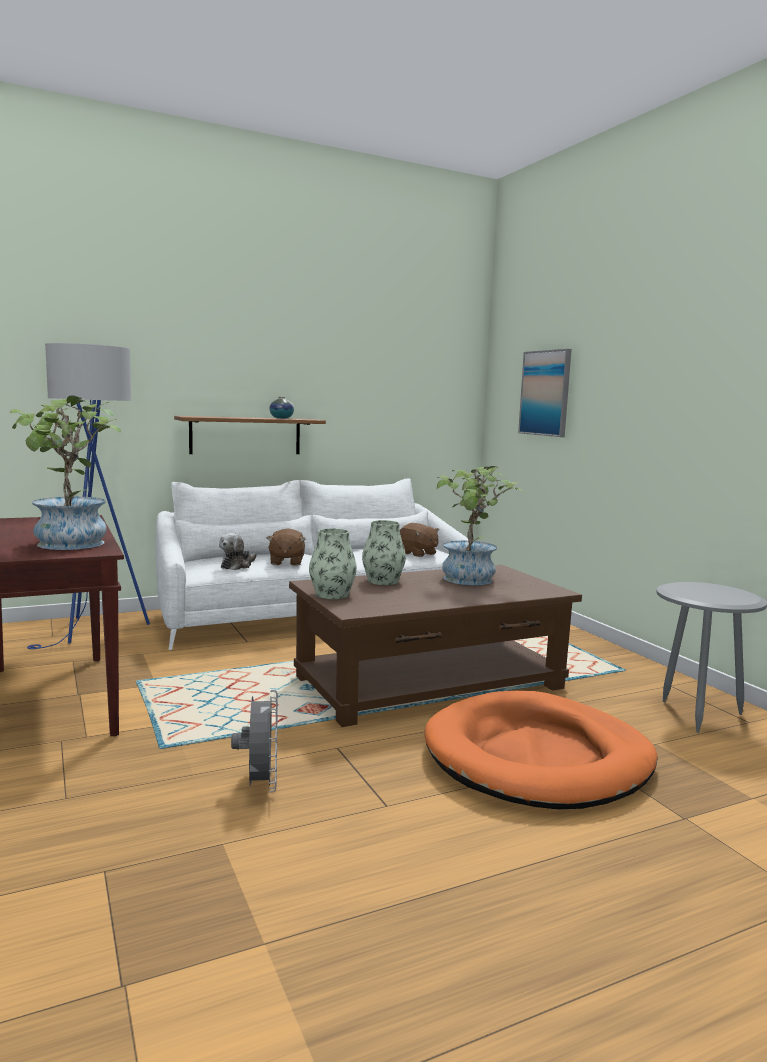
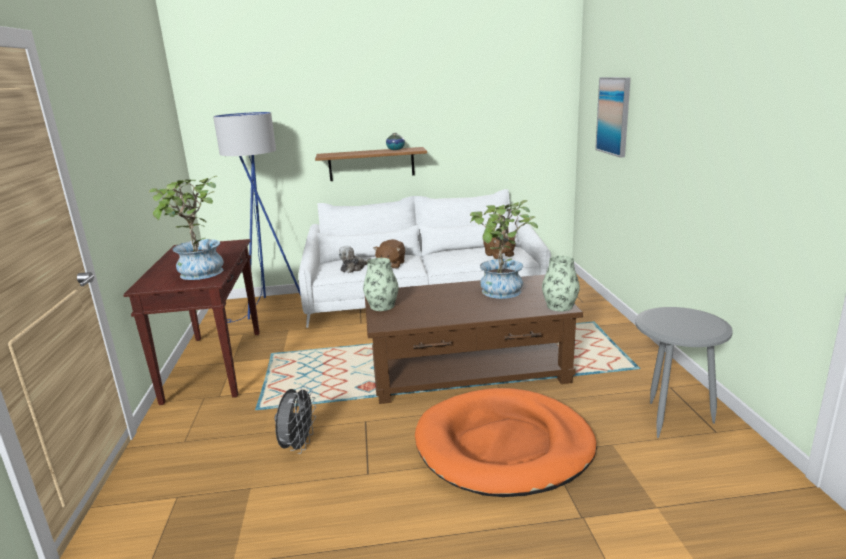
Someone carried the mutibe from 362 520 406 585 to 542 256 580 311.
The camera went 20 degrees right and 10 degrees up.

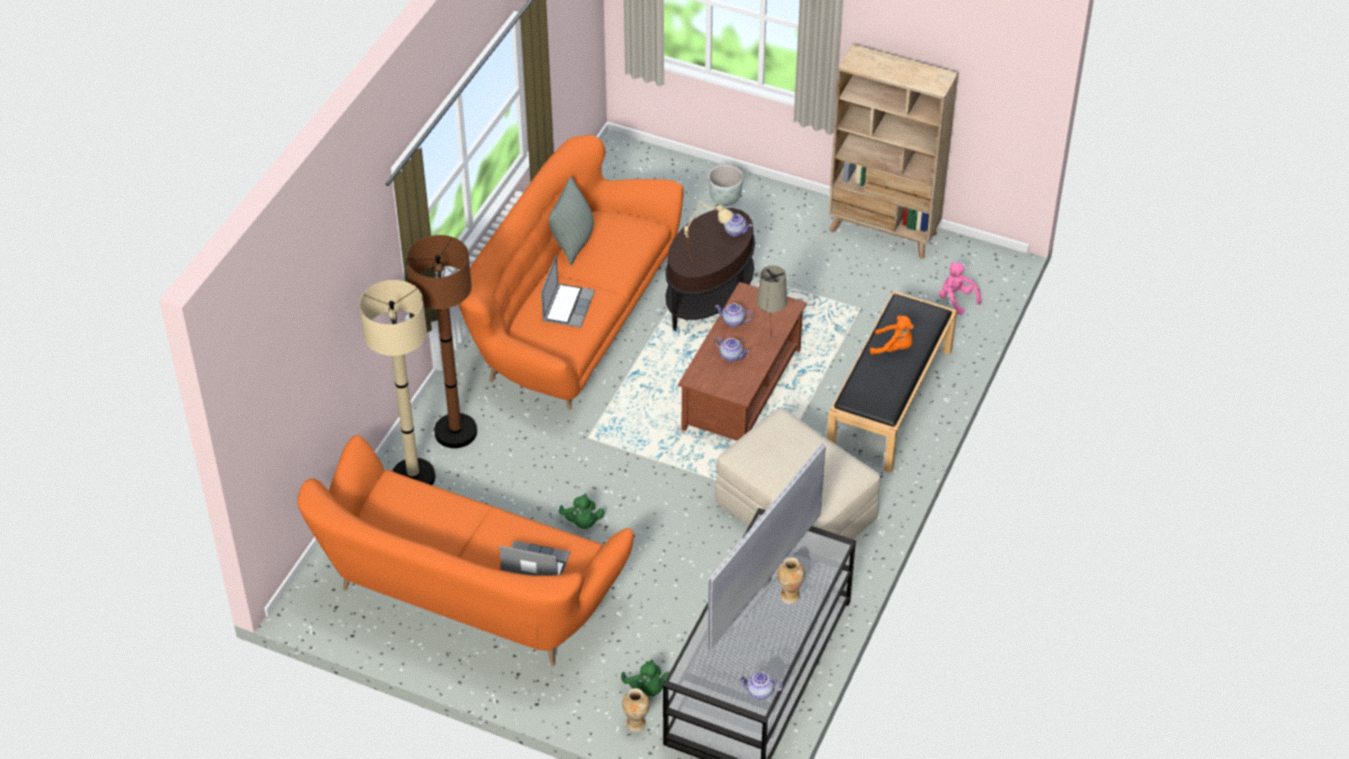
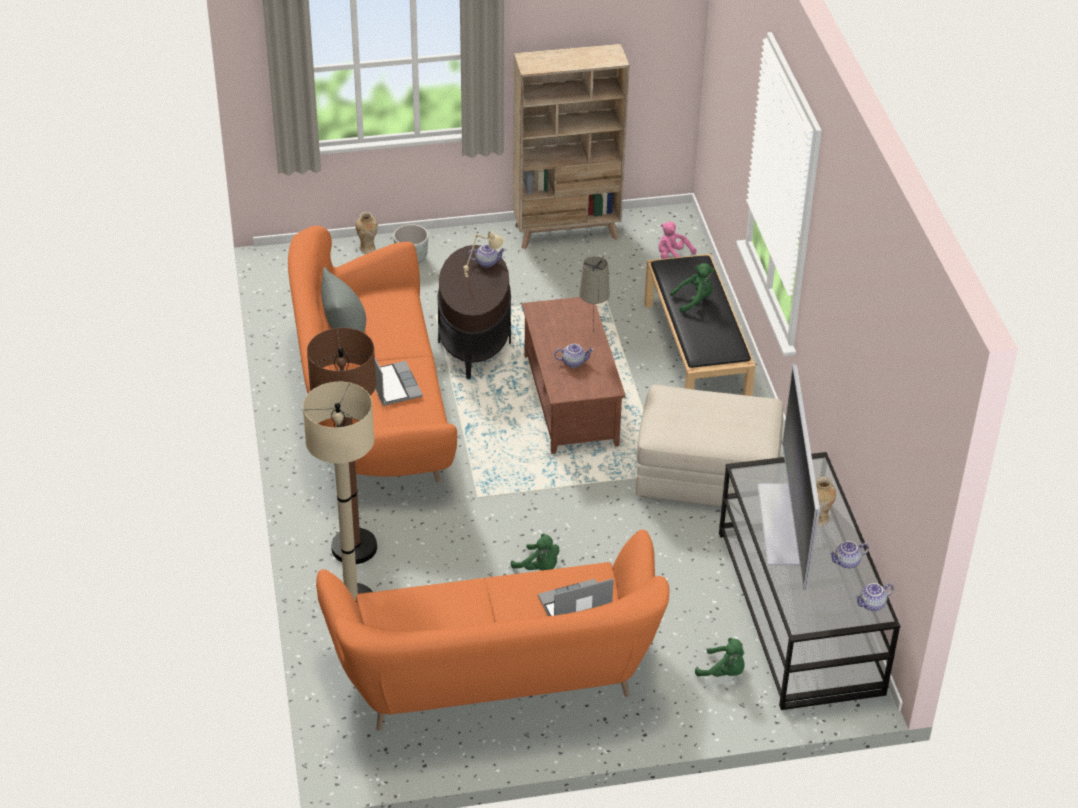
Someone carried the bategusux from 715 303 753 327 to 829 541 869 569.
Someone repainted the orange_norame at 870 316 914 355, which became the green_norame at 670 263 715 313.
Someone carried the mutibe from 622 688 650 732 to 356 212 378 253.
The camera went 35 degrees left and 5 degrees down.

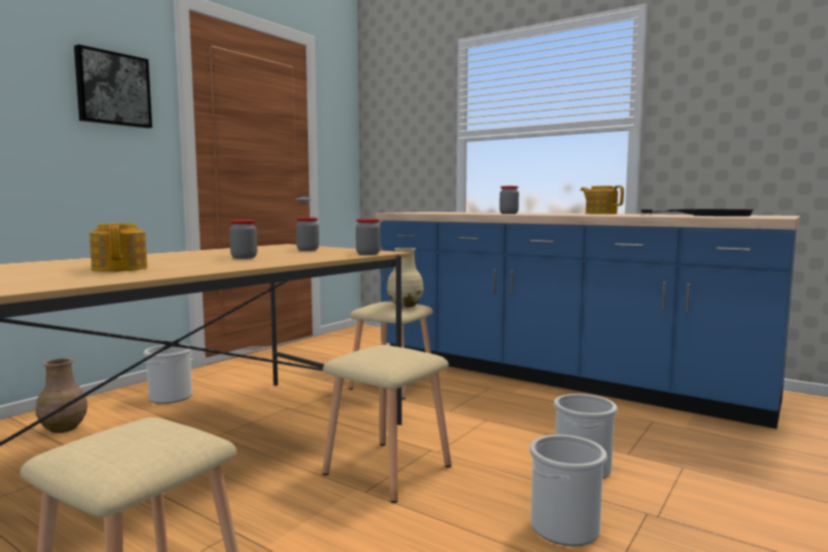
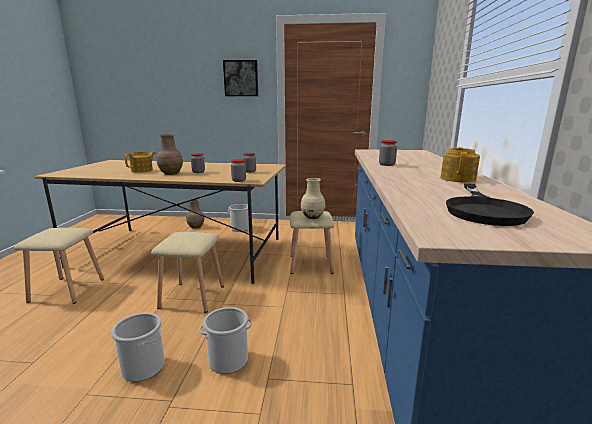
Someone put down the brown_mutibe at 157 134 183 175.
The camera went 60 degrees right and 10 degrees up.

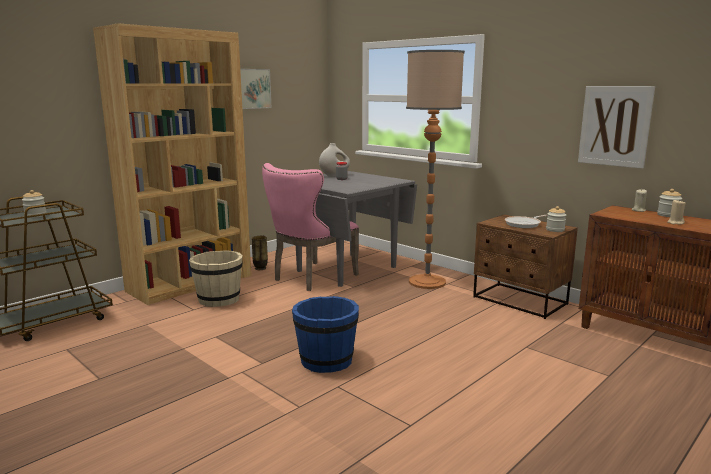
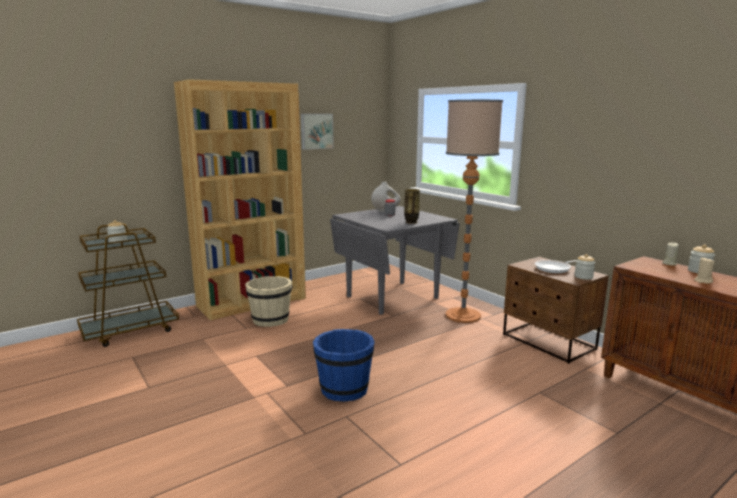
Someone took away the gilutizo at 578 86 655 169.
Someone took away the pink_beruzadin at 262 163 359 291.
Someone carried the mutibe from 252 235 268 270 to 404 189 420 224.
The camera went 10 degrees right and 0 degrees up.

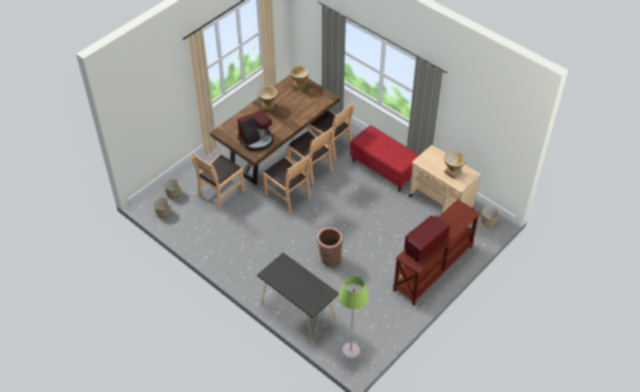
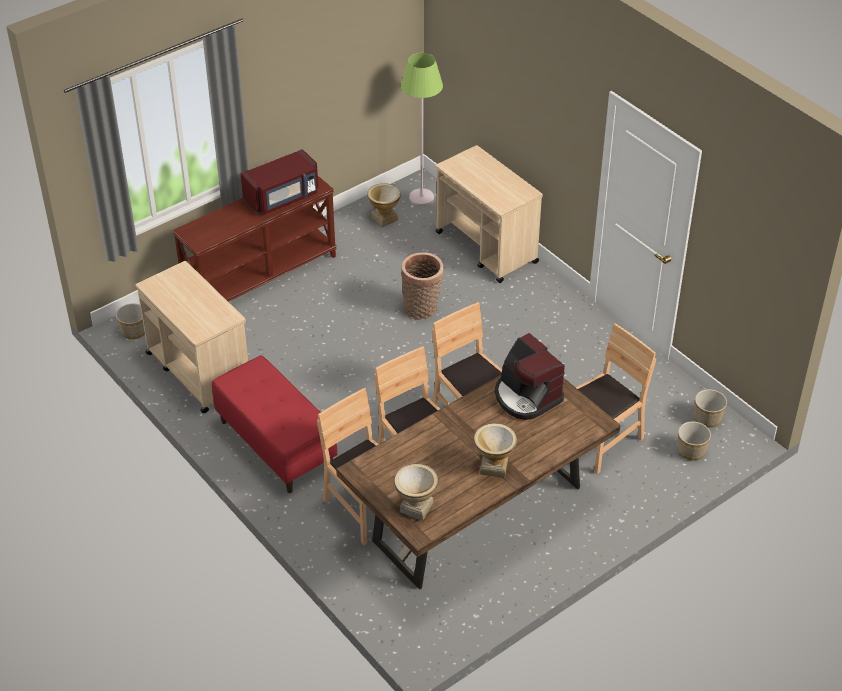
Someone rotated the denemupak at 237 110 274 151 by 105 degrees counterclockwise.
Someone carried the mutibe from 444 151 466 179 to 367 183 401 227.
Someone swapped the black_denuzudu at 257 252 339 343 for the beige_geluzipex at 436 145 543 283.
The camera went 170 degrees left and 5 degrees down.

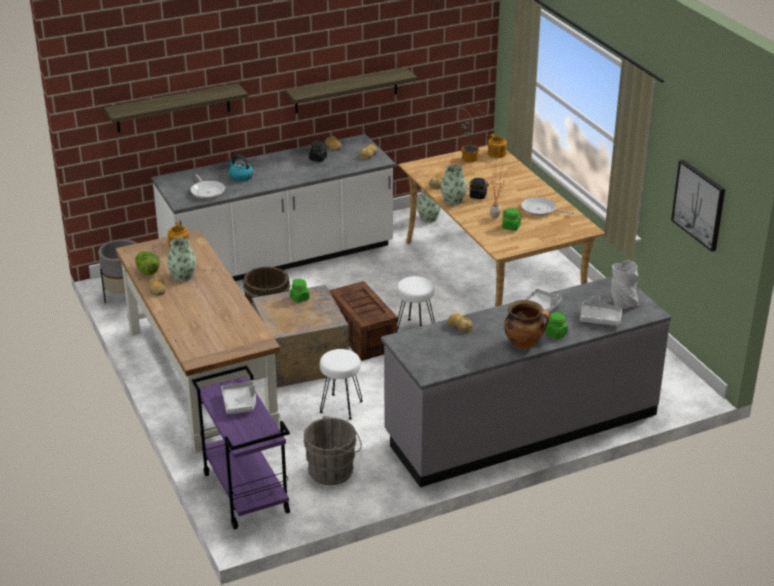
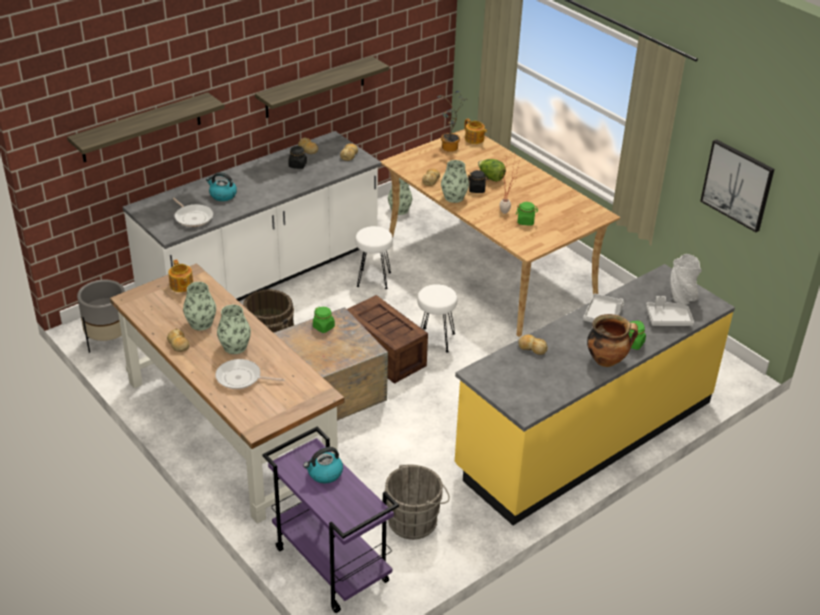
Someone carried the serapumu from 521 197 574 216 to 215 359 285 389.
Someone carried the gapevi from 135 251 160 275 to 478 159 506 182.
Someone repainted the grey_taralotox at 381 276 671 487, which became the yellow_taralotox at 455 264 735 525.
Someone carried the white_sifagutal from 320 349 363 420 to 355 226 393 289.
Someone swapped the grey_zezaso at 221 380 256 414 for the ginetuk at 303 447 343 483.
Someone put down the mutibe at 217 305 251 354.
The camera went 15 degrees left and 5 degrees up.

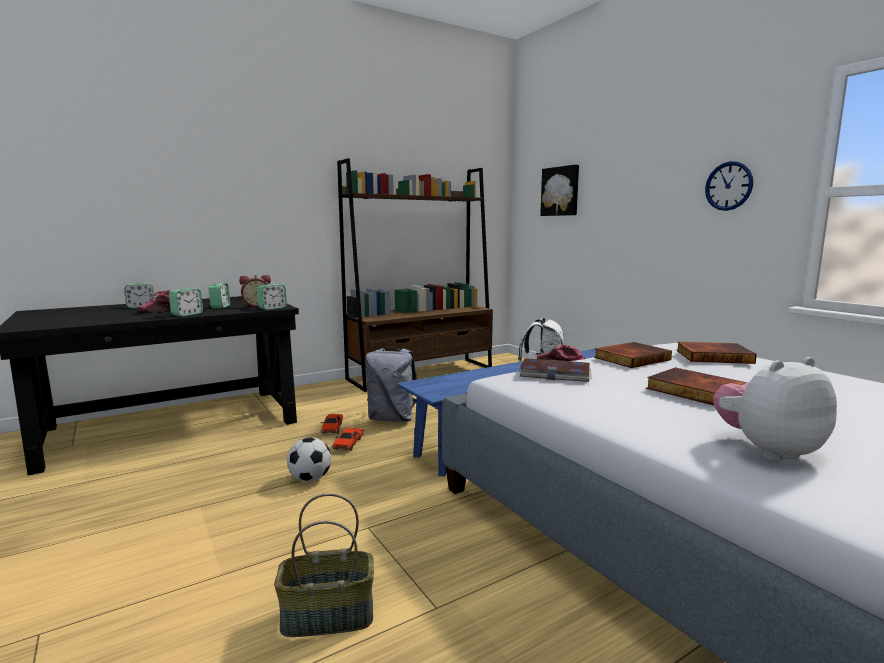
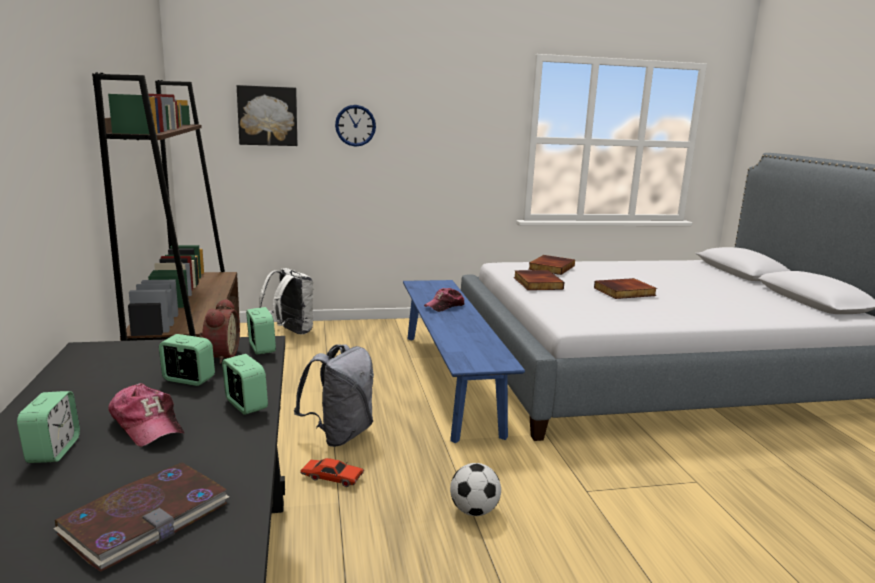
Someone carried the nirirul from 705 161 753 211 to 335 105 376 147.
Someone took away the norame at 713 357 837 461.
Someone carried the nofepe from 519 358 591 382 to 53 462 230 572.
Someone took away the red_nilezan at 332 428 364 451.
Someone took away the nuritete at 274 493 374 637.
The camera went 70 degrees left and 5 degrees up.

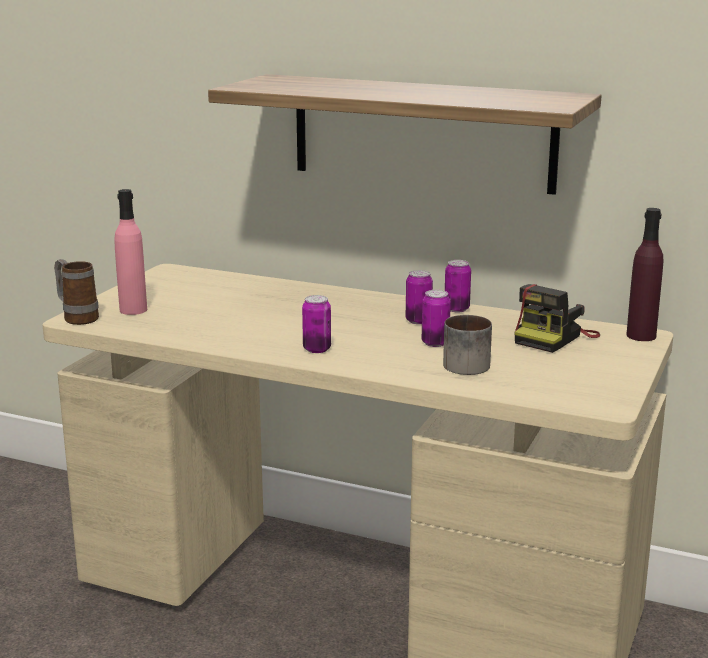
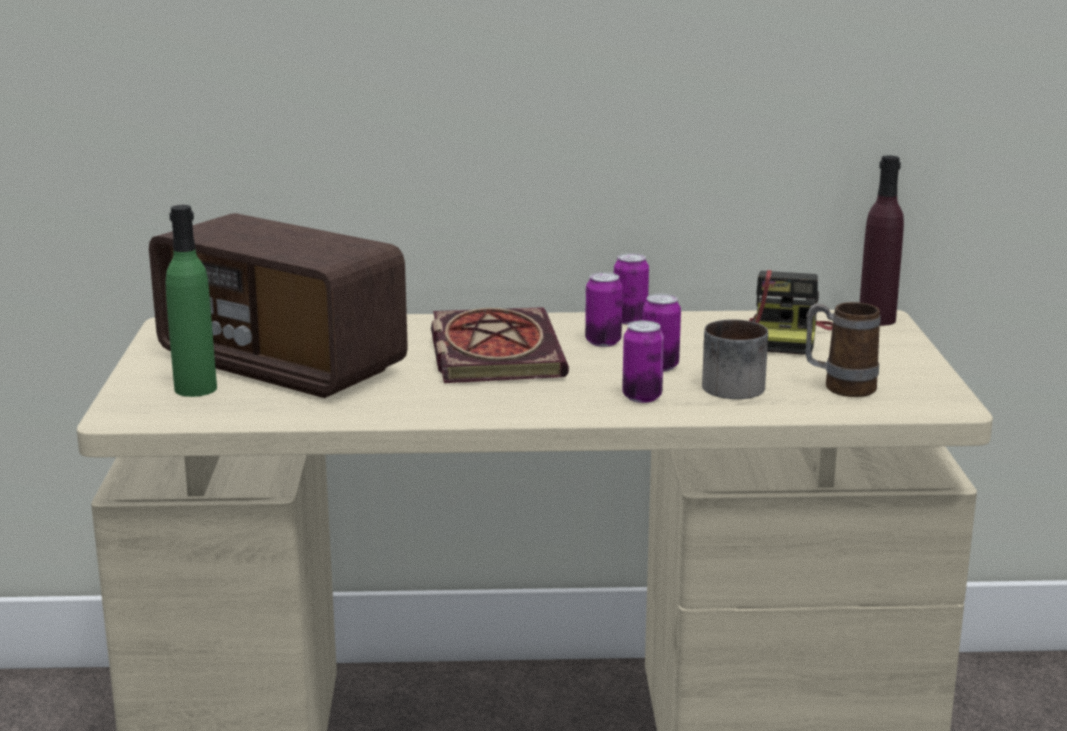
Someone took away the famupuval at 208 74 602 195.
Someone repainted the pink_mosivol at 114 189 147 315, which became the green_mosivol at 165 205 217 397.
Someone carried the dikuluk from 54 259 99 325 to 806 302 881 397.
Someone carried the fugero from 302 295 331 353 to 622 321 664 403.
Someone put down the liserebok at 149 213 408 398.
Someone put down the nofepe at 431 307 569 383.
The camera went 25 degrees left and 0 degrees up.

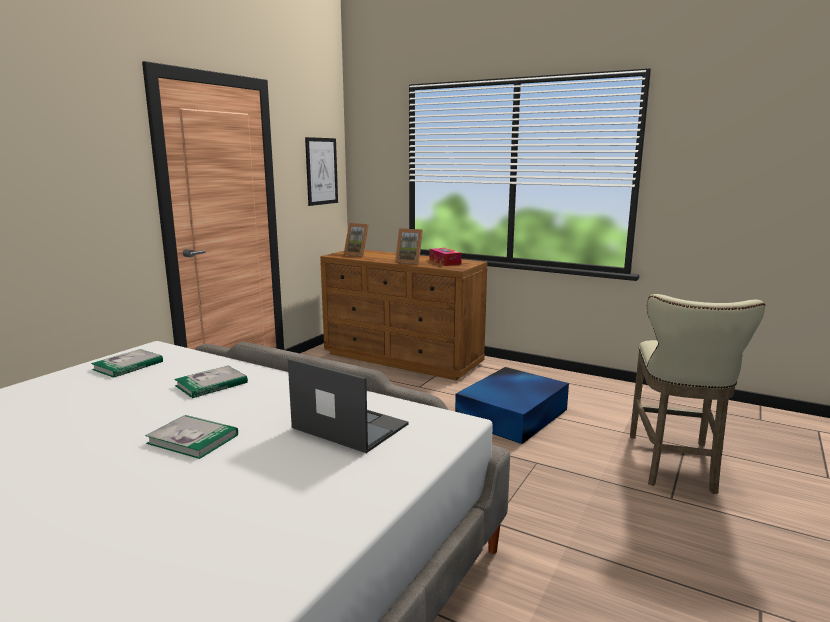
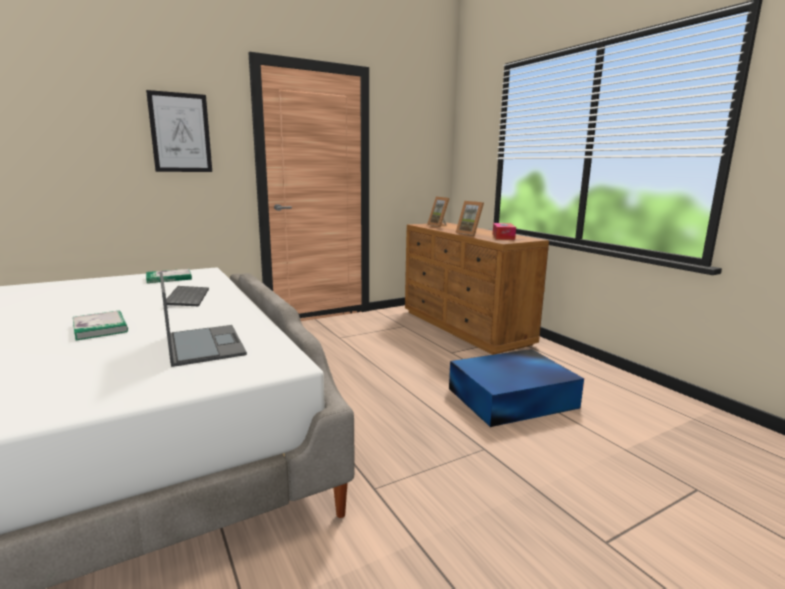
Someone carried the gilutizo from 305 137 338 206 to 146 90 212 172.
Someone took away the beige_sifagutal at 630 294 765 494.
Someone swapped the nofepe at 174 366 248 398 for the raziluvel at 166 286 209 306.
The camera went 30 degrees right and 0 degrees up.

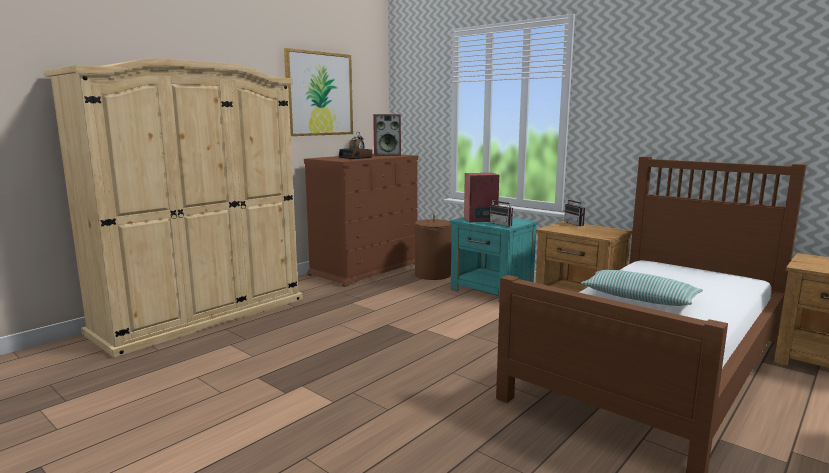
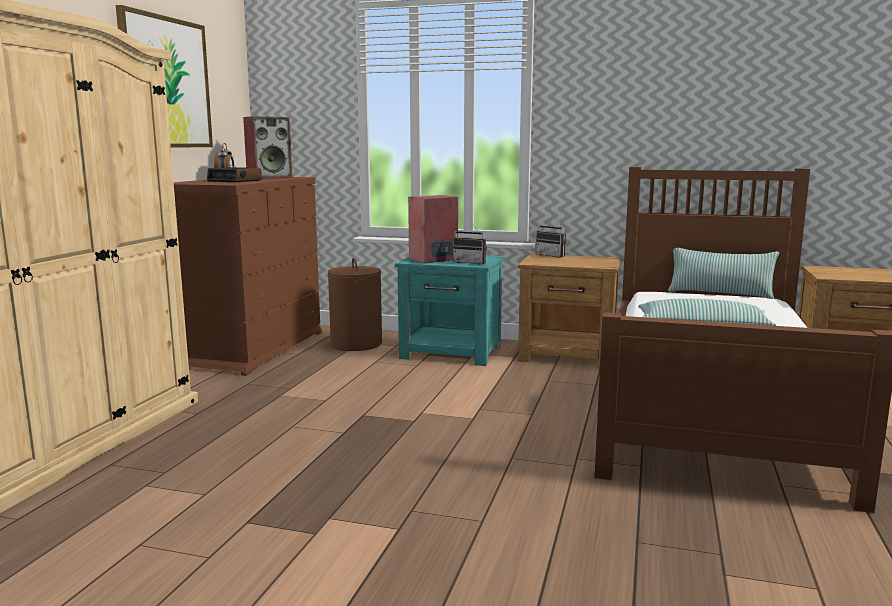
Someone put down the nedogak at 668 248 779 299.
The camera went 25 degrees left and 0 degrees up.

